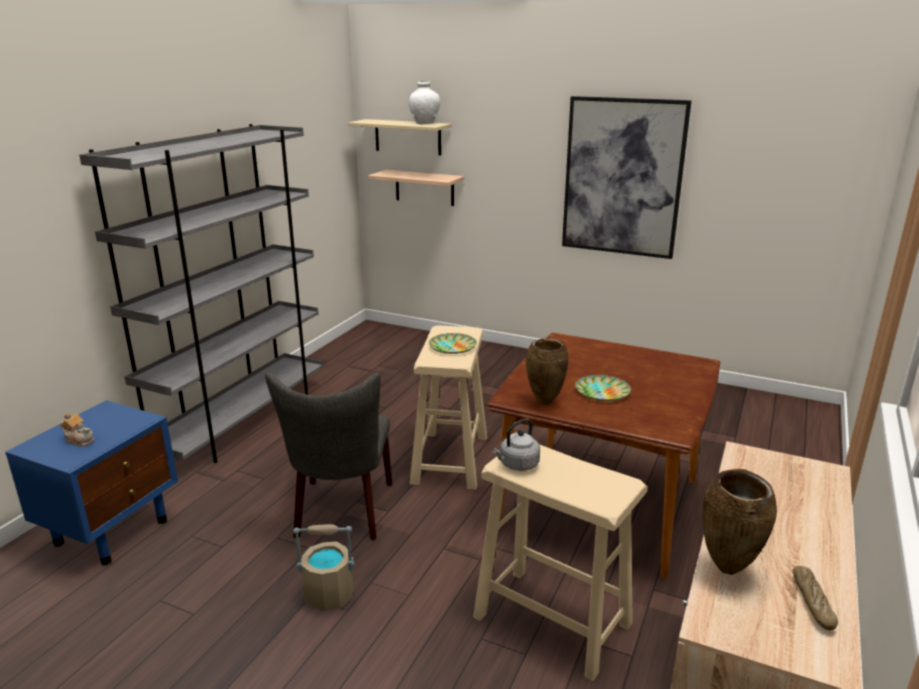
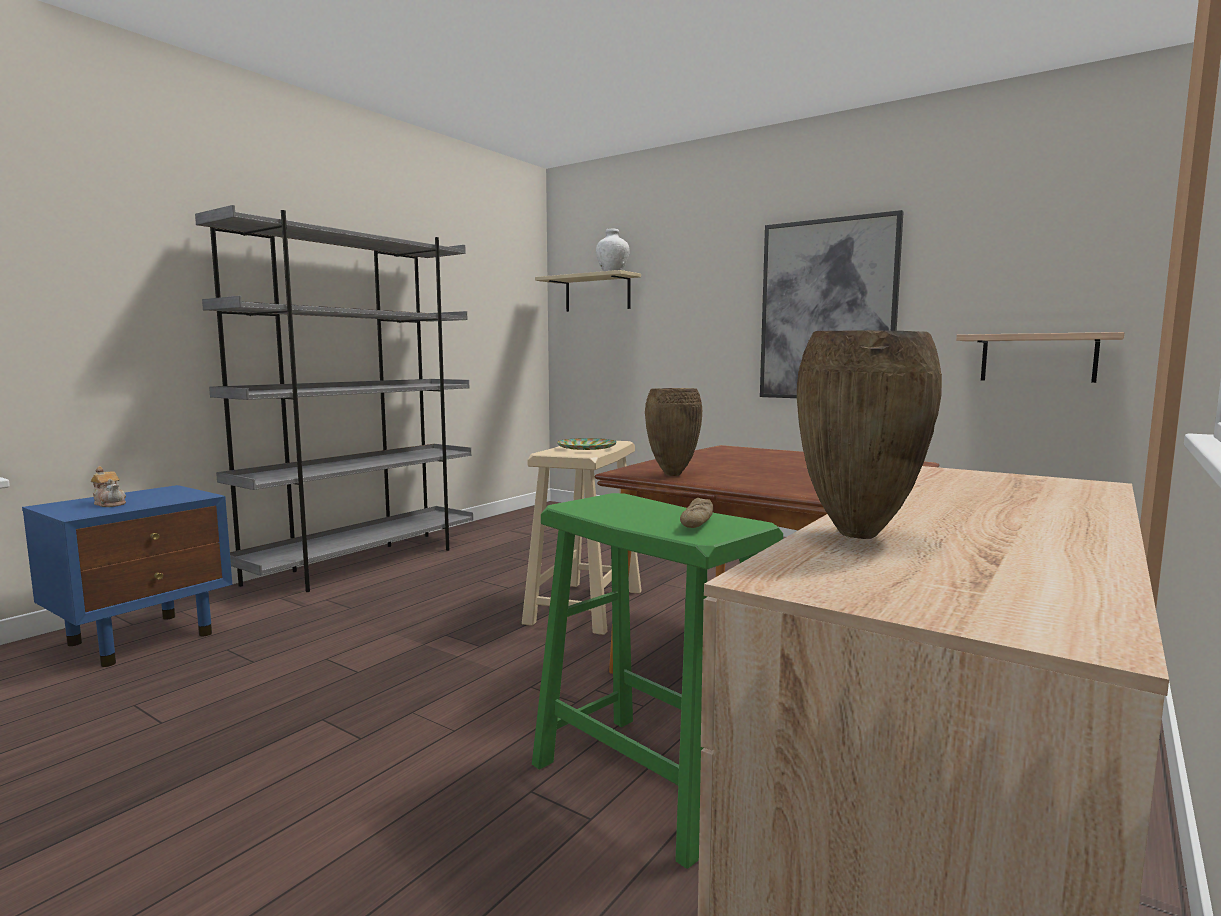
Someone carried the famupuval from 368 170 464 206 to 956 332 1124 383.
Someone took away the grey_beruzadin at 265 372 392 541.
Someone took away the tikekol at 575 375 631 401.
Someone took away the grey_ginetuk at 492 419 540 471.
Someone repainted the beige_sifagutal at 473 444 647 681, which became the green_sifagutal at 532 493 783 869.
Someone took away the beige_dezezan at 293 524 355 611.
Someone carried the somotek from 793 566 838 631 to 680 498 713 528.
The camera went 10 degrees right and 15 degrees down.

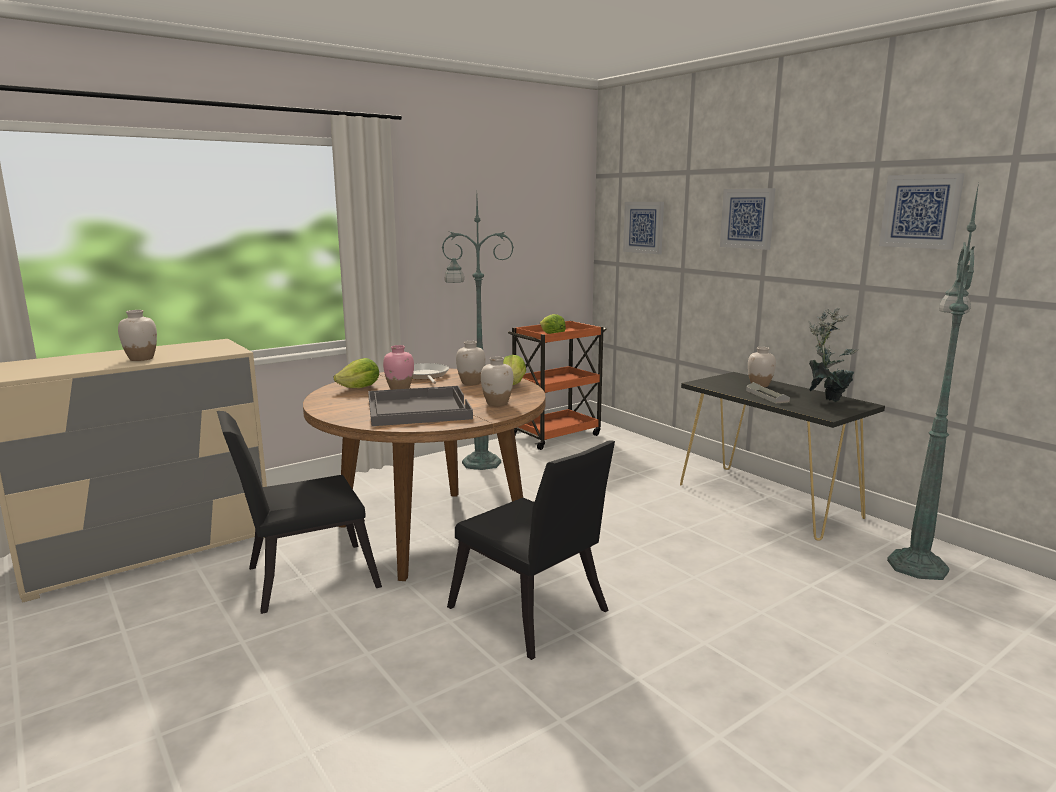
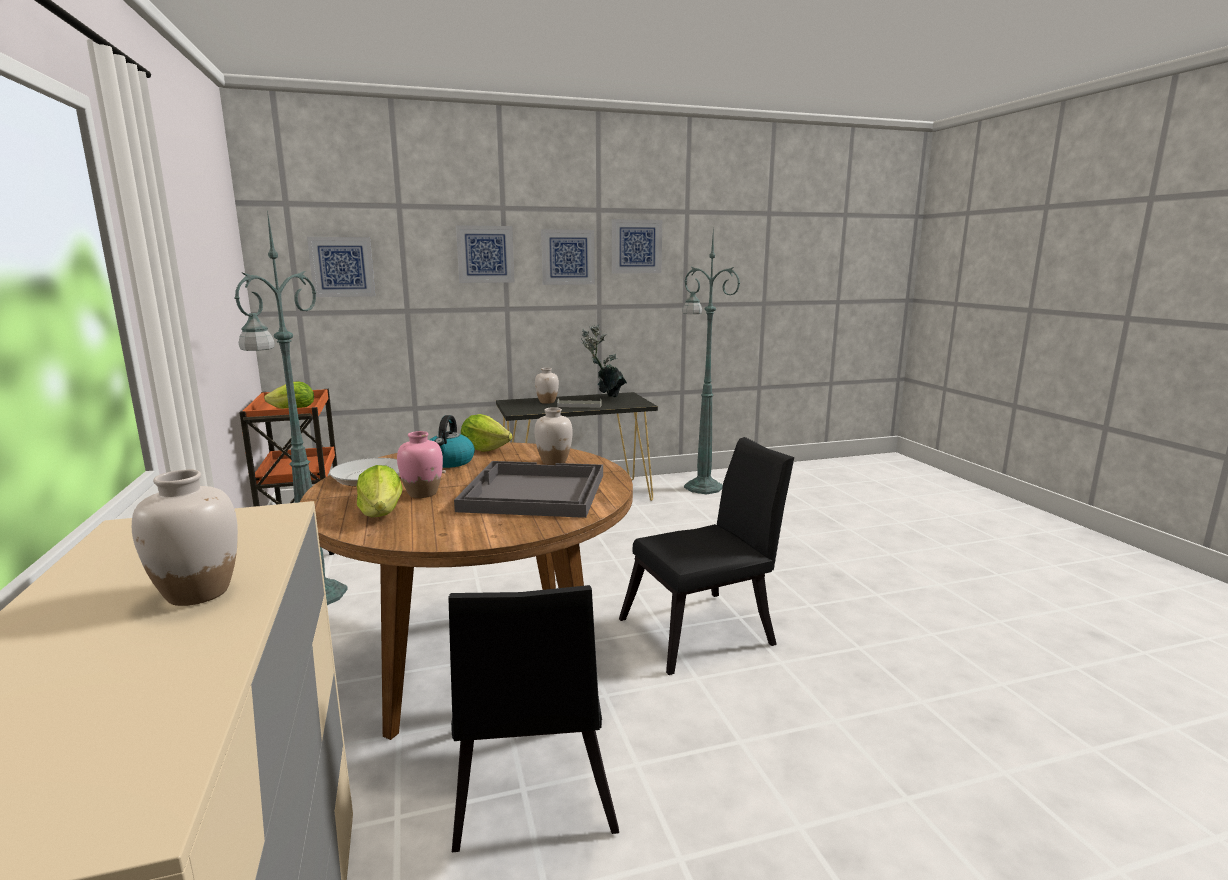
Someone swapped the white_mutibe at 456 341 485 385 for the ginetuk at 430 415 475 468.
Someone put up the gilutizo at 541 229 595 285.
The camera went 70 degrees left and 0 degrees up.

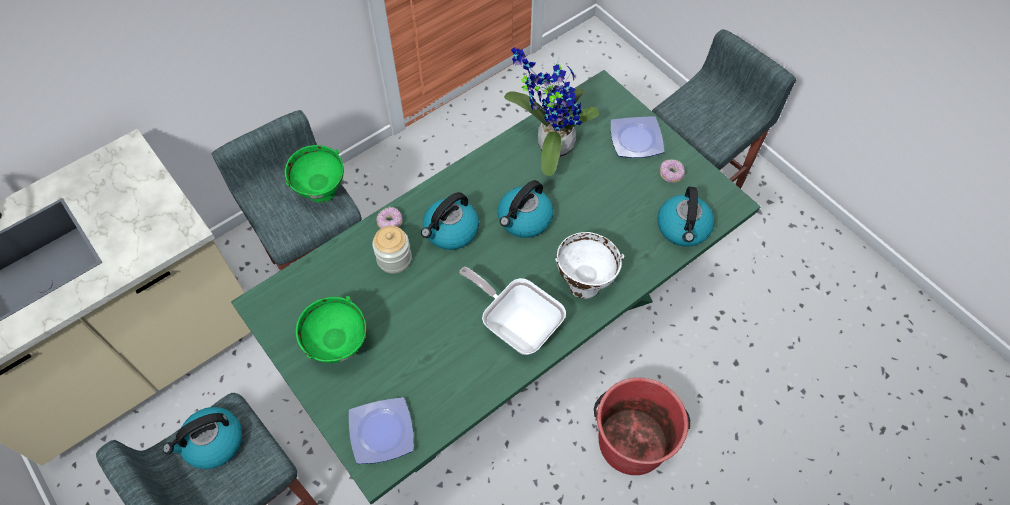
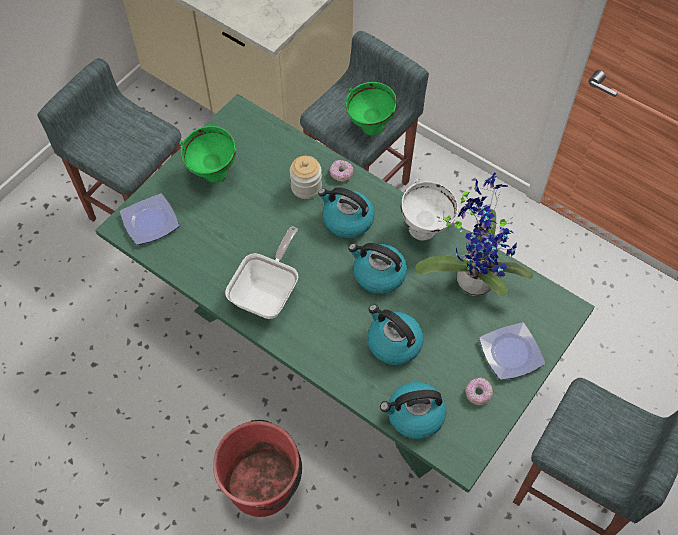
Someone carried the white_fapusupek from 555 232 625 299 to 401 179 458 240.
Someone carried the ginetuk from 163 407 242 469 to 367 305 424 365.
The camera went 75 degrees right and 0 degrees up.

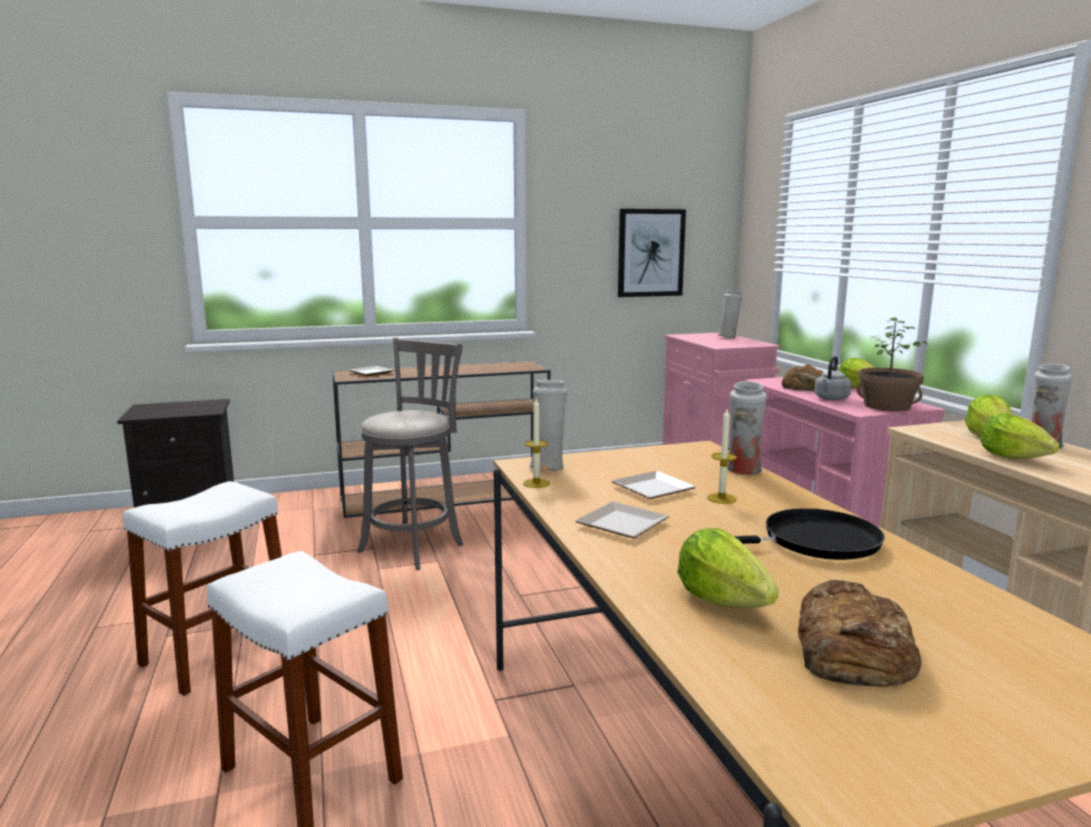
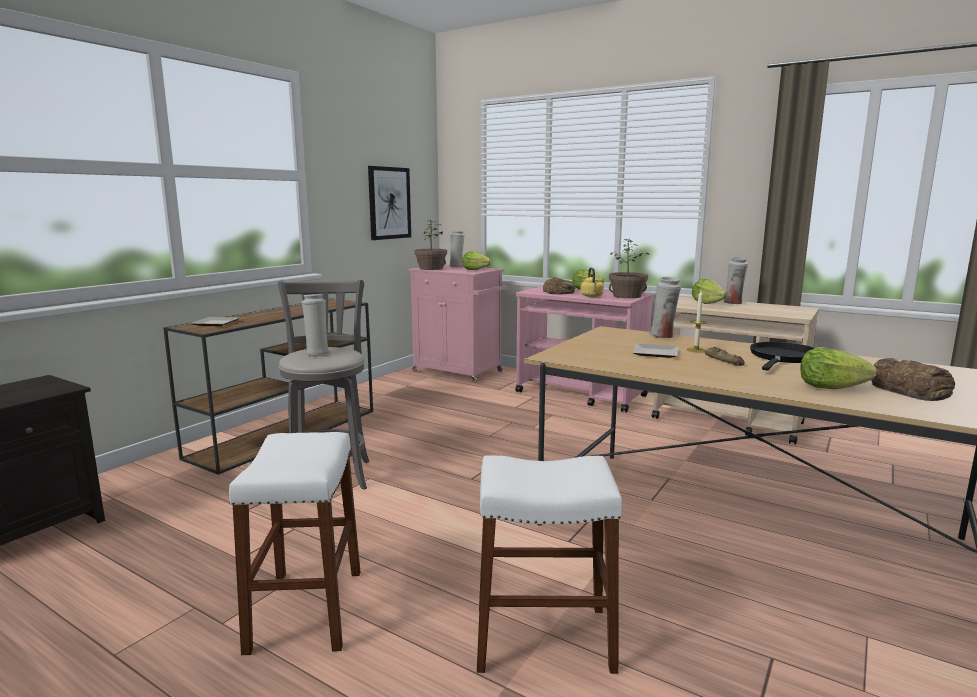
Someone repainted the grey_ginetuk at 814 356 852 400, which became the yellow_ginetuk at 580 268 604 297.
Someone carried the white_mutibe from 529 379 567 471 to 302 294 329 355.
Someone took away the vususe at 523 397 550 488.
Someone carried the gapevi from 981 413 1059 459 to 462 251 492 270.
Someone took away the tikekol at 575 502 669 538.
Someone put down the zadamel at 415 220 447 270.
Someone put down the somotek at 705 347 745 366.
The camera went 40 degrees left and 0 degrees up.

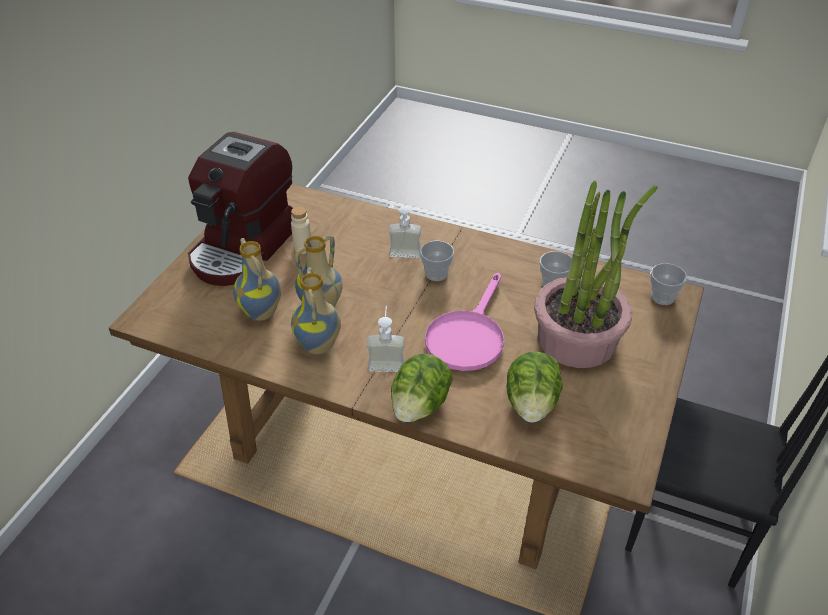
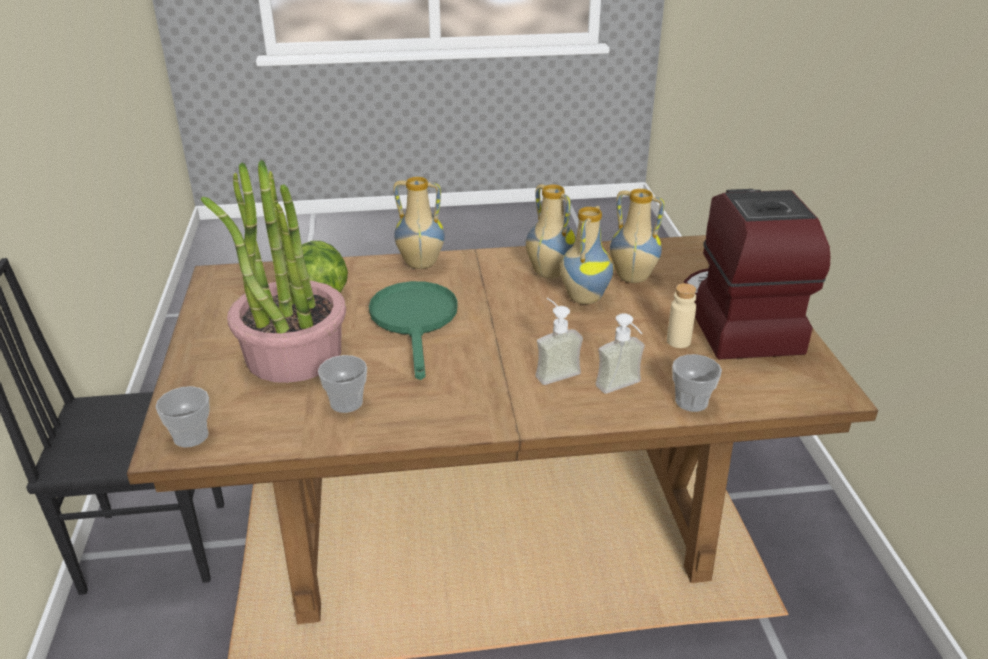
Someone carried the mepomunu from 420 241 454 281 to 672 354 722 412.
Someone repainted the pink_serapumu at 425 273 504 371, which became the green_serapumu at 369 281 458 380.
Someone carried the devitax from 367 306 405 372 to 596 313 645 394.
Someone swapped the gapevi at 391 354 453 422 for the mutibe at 393 177 445 269.
The camera went 150 degrees right and 10 degrees down.

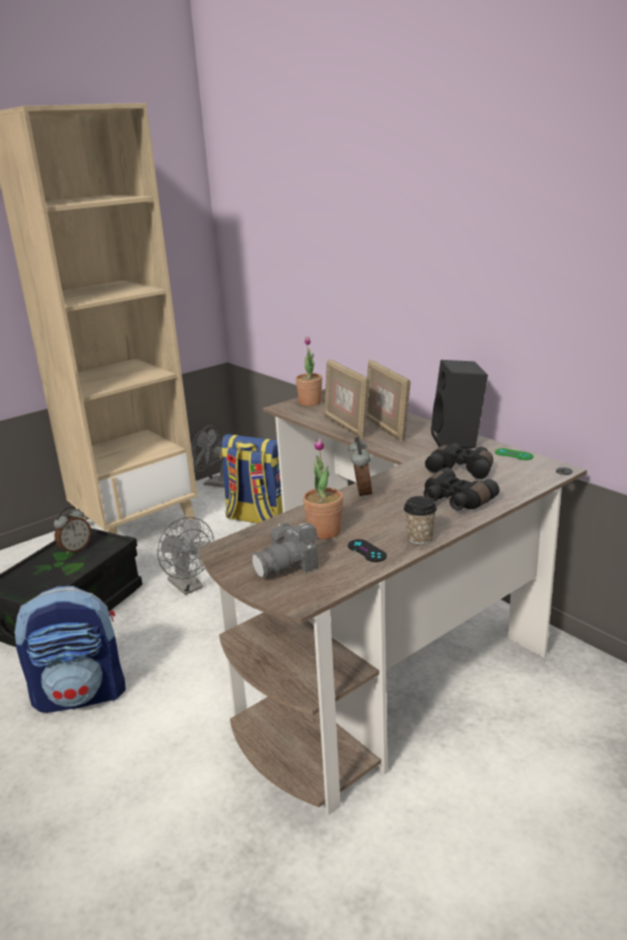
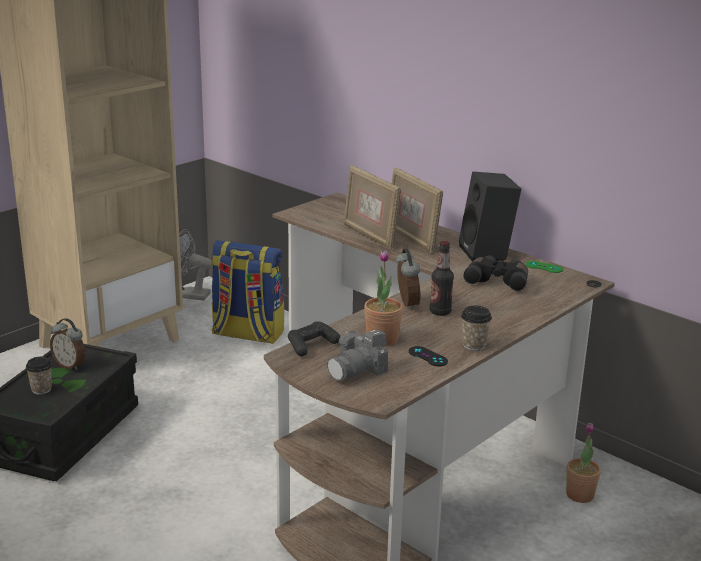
Someone carried the zadamel from 295 337 322 406 to 566 423 601 503.
Someone took away the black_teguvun at 424 467 499 511.
Someone rotated the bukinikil at 54 506 91 555 by 90 degrees clockwise.
Someone took away the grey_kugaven at 157 517 214 595.
Someone took away the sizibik at 15 586 126 713.
Someone put down the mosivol at 430 241 454 316.
Someone put down the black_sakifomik at 288 321 340 357.
Someone put down the mepomunu at 26 357 52 395.
The camera went 10 degrees left and 0 degrees up.

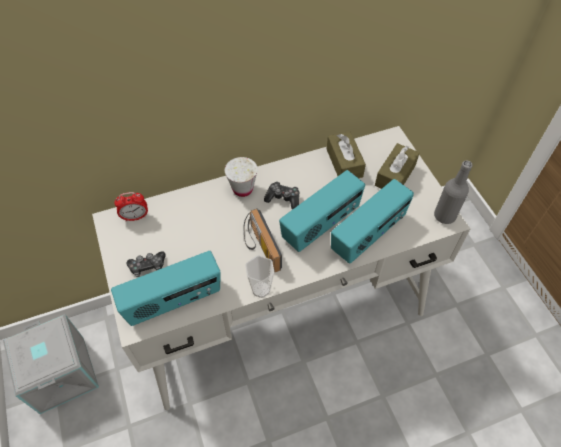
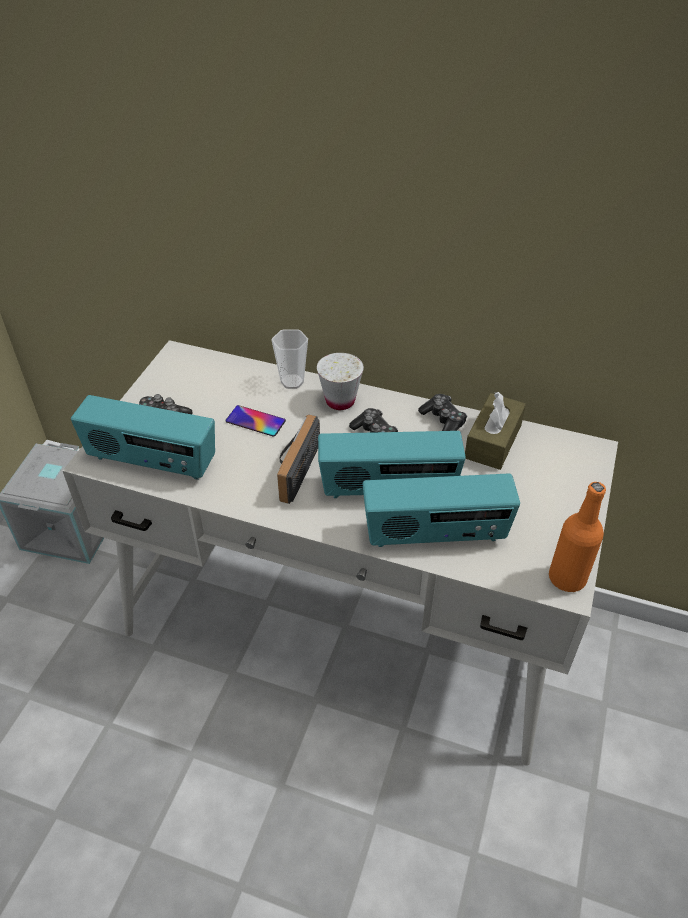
Someone took away the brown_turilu at 375 143 419 189.
Someone repainted the grey_mosivol at 434 161 472 224, which became the orange_mosivol at 549 482 606 592.
Someone took away the bukinikil at 114 192 148 221.
Someone carried the mepomunu from 245 255 274 298 to 272 329 308 389.
Someone put down the sakifomik at 418 394 467 431.
Someone put down the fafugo at 225 405 286 437.
The camera went 40 degrees right and 10 degrees down.

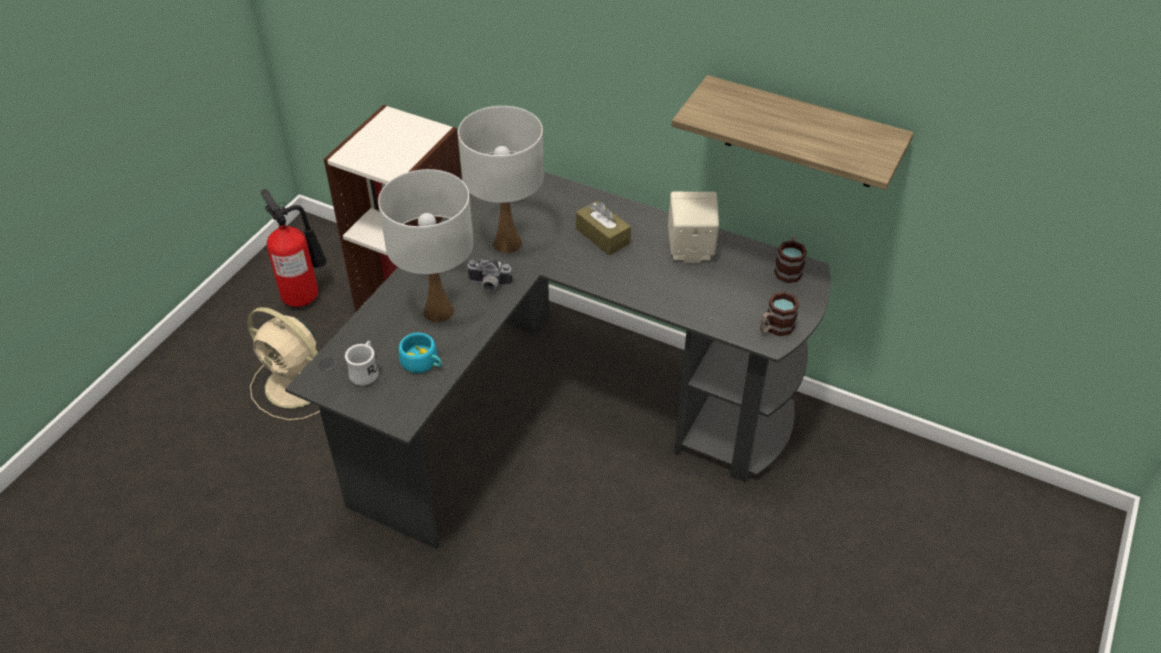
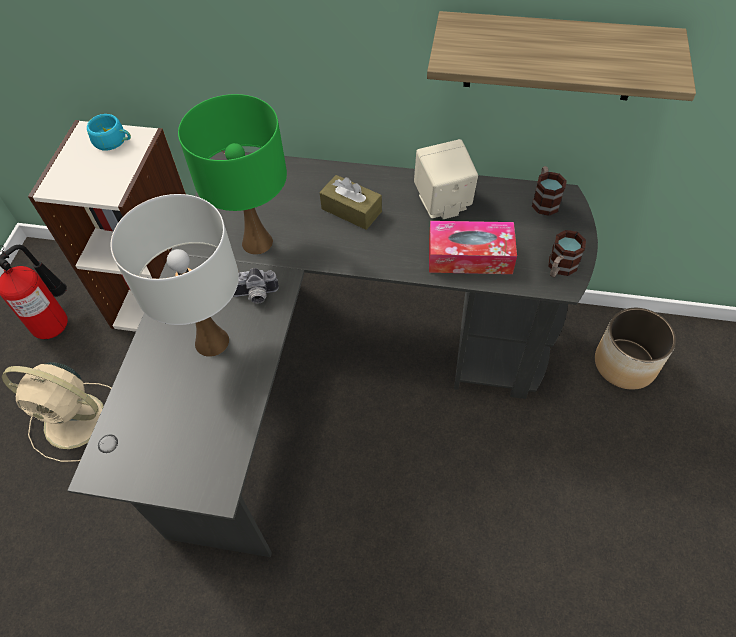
Someone repainted the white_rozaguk at 458 106 544 253, which became the green_rozaguk at 178 94 287 255.
Someone carried the turquoise_mepomunu from 399 332 442 373 to 87 114 131 151.
Someone took away the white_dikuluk at 345 341 378 386.
Someone put down the turilu at 429 221 517 274.
Someone put down the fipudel at 595 308 676 390.
The camera went 15 degrees left and 10 degrees up.

